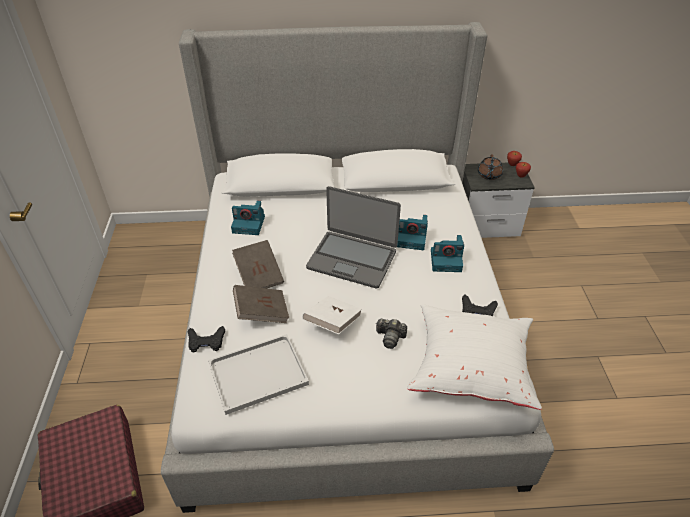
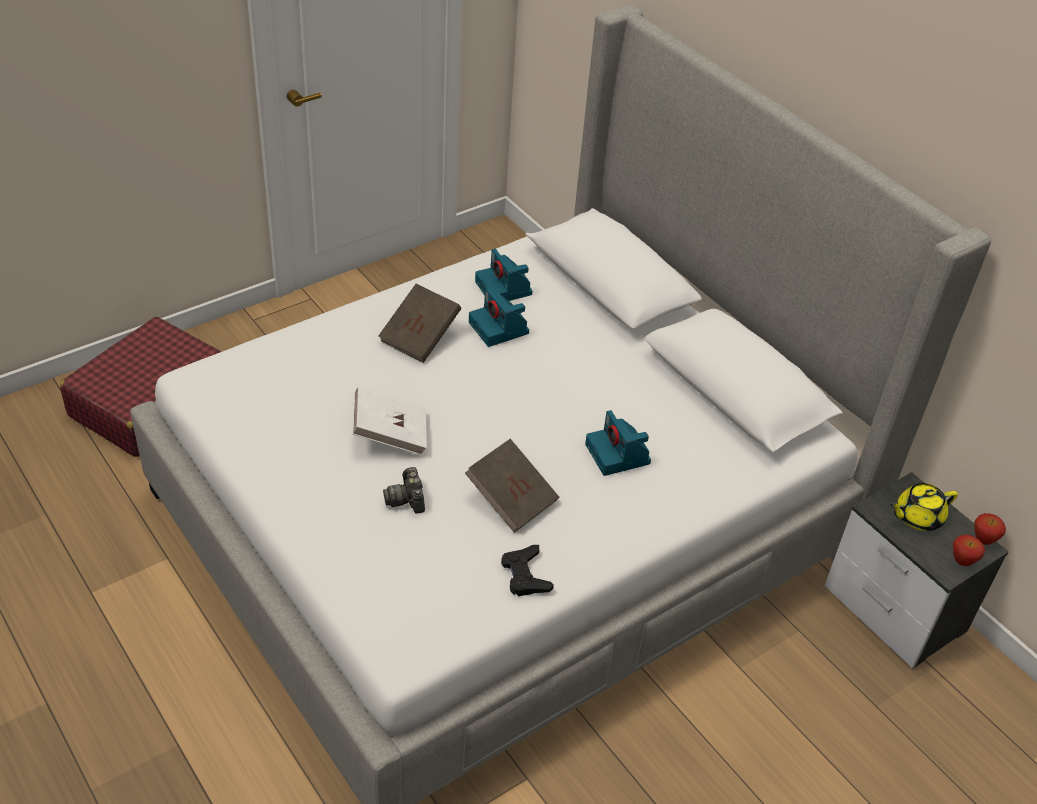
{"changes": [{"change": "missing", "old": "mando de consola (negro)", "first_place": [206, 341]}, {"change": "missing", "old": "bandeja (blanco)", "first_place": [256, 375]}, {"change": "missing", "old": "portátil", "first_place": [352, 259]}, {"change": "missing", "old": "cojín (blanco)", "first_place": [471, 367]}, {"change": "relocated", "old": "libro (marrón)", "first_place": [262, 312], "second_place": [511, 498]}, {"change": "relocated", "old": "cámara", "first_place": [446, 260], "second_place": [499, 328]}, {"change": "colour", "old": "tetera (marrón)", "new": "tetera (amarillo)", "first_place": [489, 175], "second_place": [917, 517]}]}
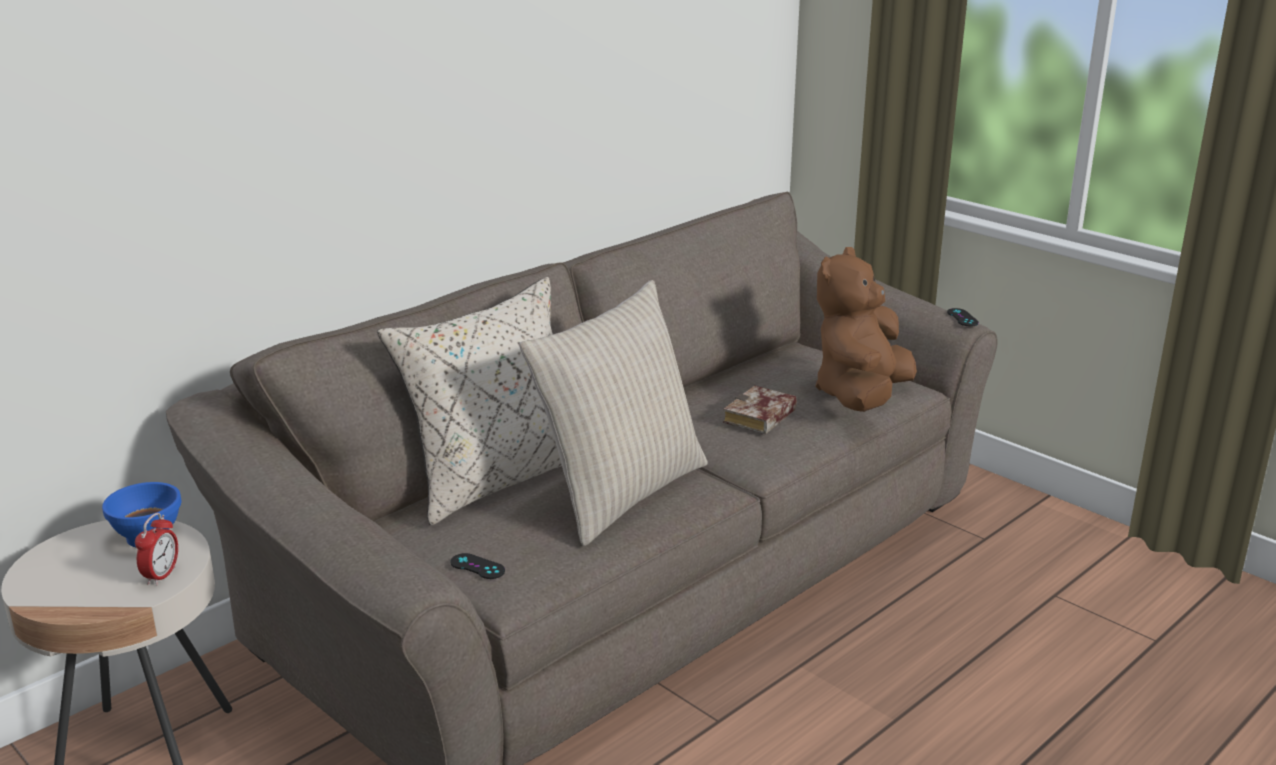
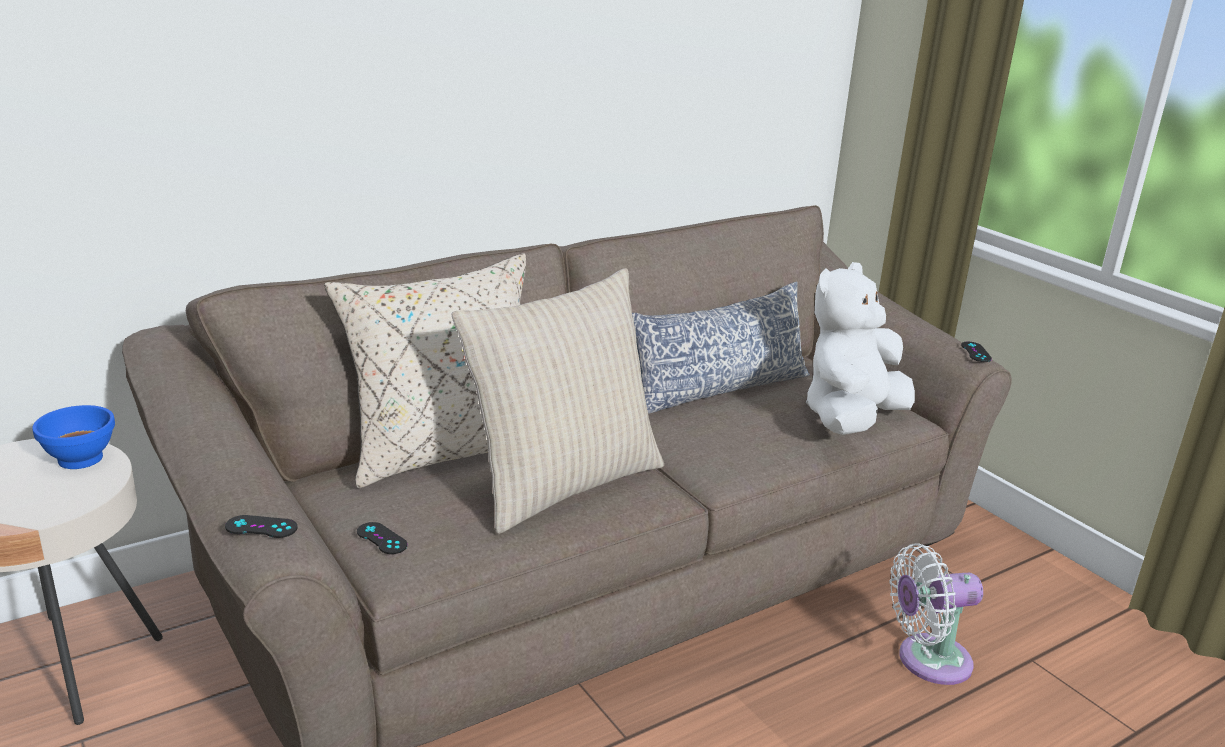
{"changes": [{"change": "missing", "old": "despertador", "first_place": [161, 575]}, {"change": "missing", "old": "libro", "first_place": [760, 418]}, {"change": "appeared", "new": "mando de consola (negro)", "second_place": [261, 527]}, {"change": "appeared", "new": "cojín", "second_place": [718, 389]}, {"change": "appeared", "new": "ventilador (blanco)", "second_place": [927, 660]}, {"change": "colour", "old": "peluche (marrón)", "new": "peluche (blanco)", "first_place": [861, 397], "second_place": [851, 419]}]}
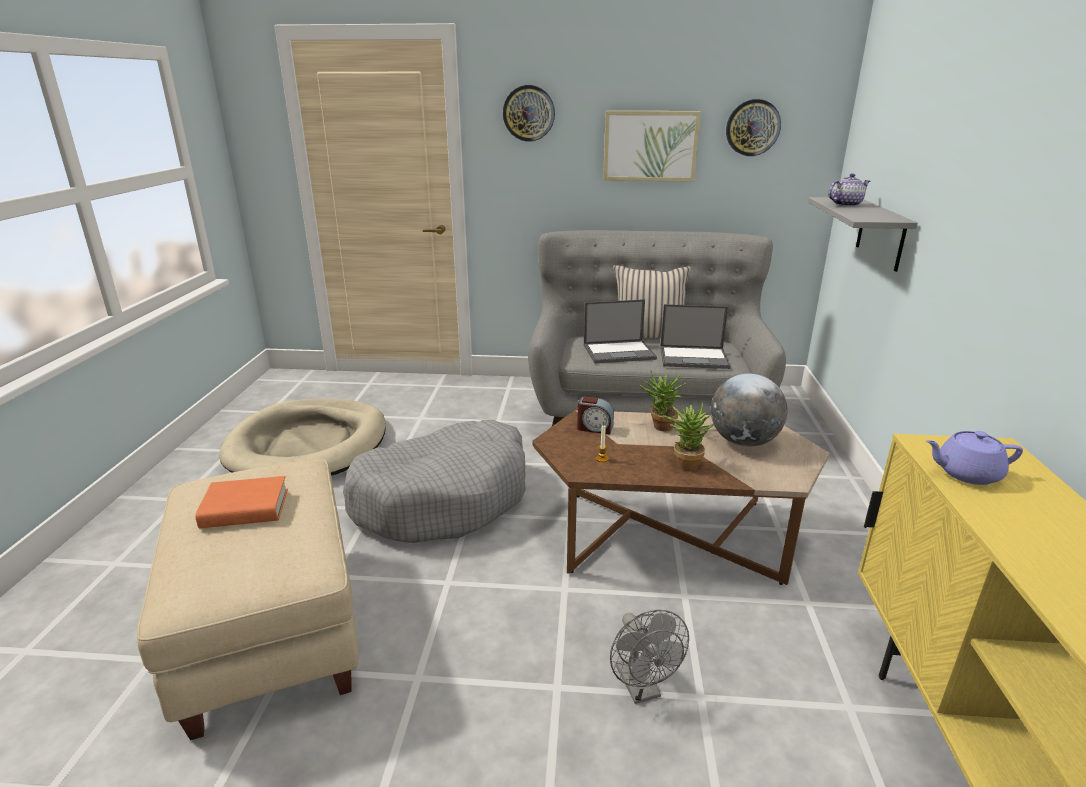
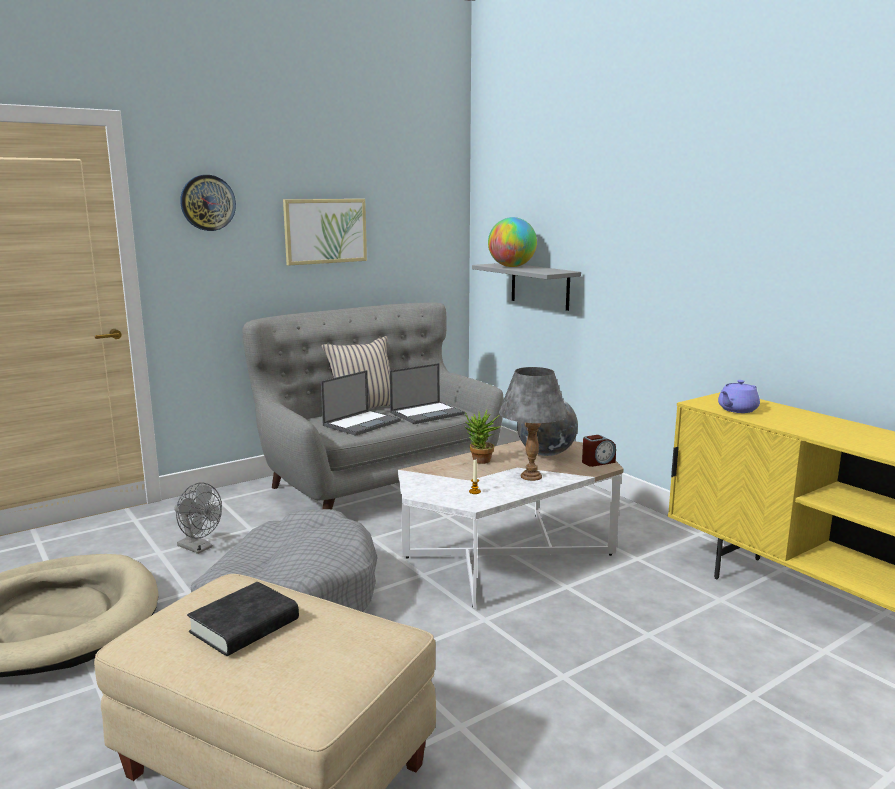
{"changes": [{"change": "missing", "old": "reloj de pared", "first_place": [752, 127]}, {"change": "relocated", "old": "despertador", "first_place": [594, 428], "second_place": [598, 462]}, {"change": "relocated", "old": "ventilador (gris)", "first_place": [642, 689], "second_place": [199, 548]}, {"change": "exchanged", "old": "planta en maceta", "new": "lámpara de mesa (gris)", "first_place": [684, 462], "second_place": [531, 476]}, {"change": "exchanged", "old": "tetera", "new": "globo terráqueo", "first_place": [846, 205], "second_place": [511, 266]}, {"change": "colour", "old": "libro (naranja)", "new": "libro (negro)", "first_place": [245, 509], "second_place": [244, 626]}, {"change": "colour", "old": "mesa de centro (marrón)", "new": "mesa de centro (blanco)", "first_place": [669, 535], "second_place": [508, 556]}]}
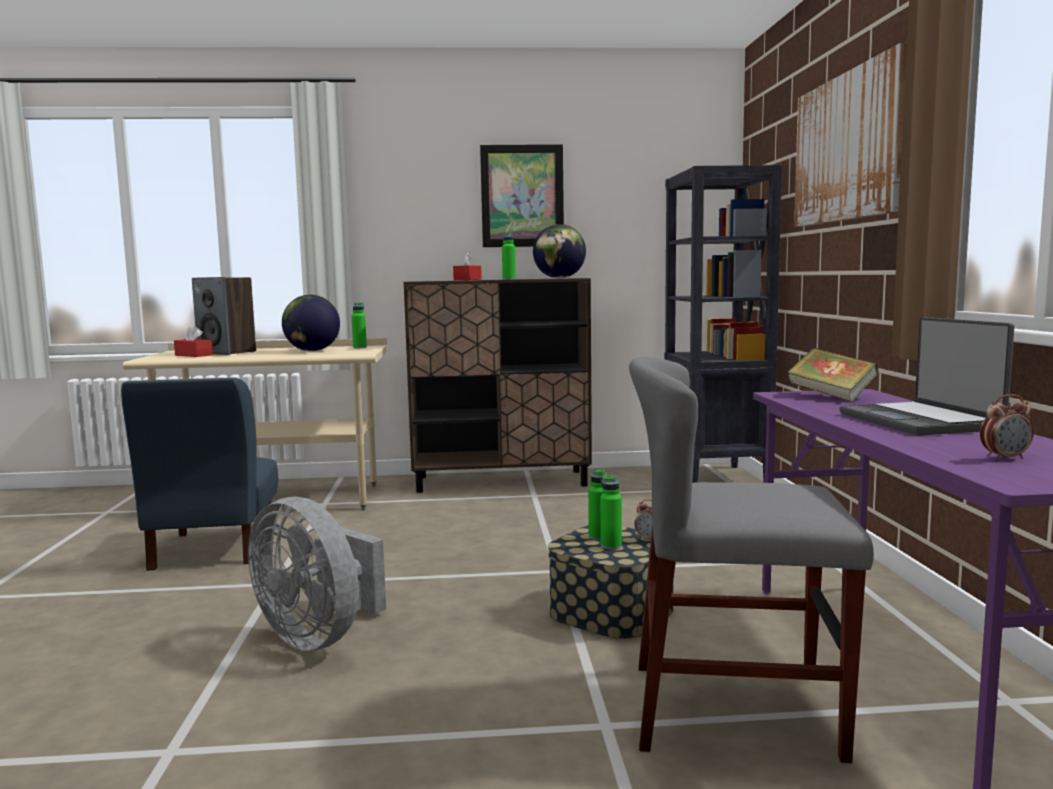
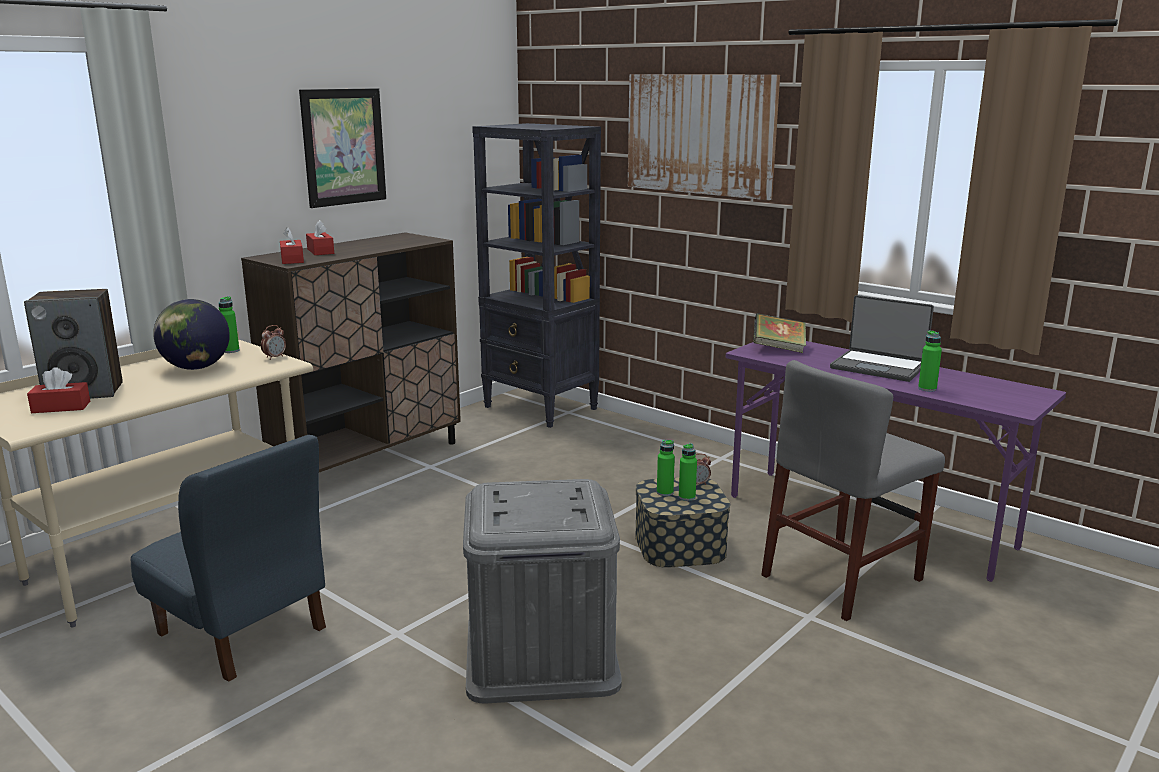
{"changes": [{"change": "missing", "old": "globo terráqueo", "first_place": [559, 278]}, {"change": "appeared", "new": "caja de pañuelos (rojo)", "second_place": [292, 260]}, {"change": "relocated", "old": "botella (verde)", "first_place": [509, 279], "second_place": [927, 388]}, {"change": "relocated", "old": "despertador", "first_place": [1005, 458], "second_place": [275, 357]}, {"change": "exchanged", "old": "ventilador (gris)", "new": "caja de almacenaje (gris)", "first_place": [319, 636], "second_place": [541, 653]}]}
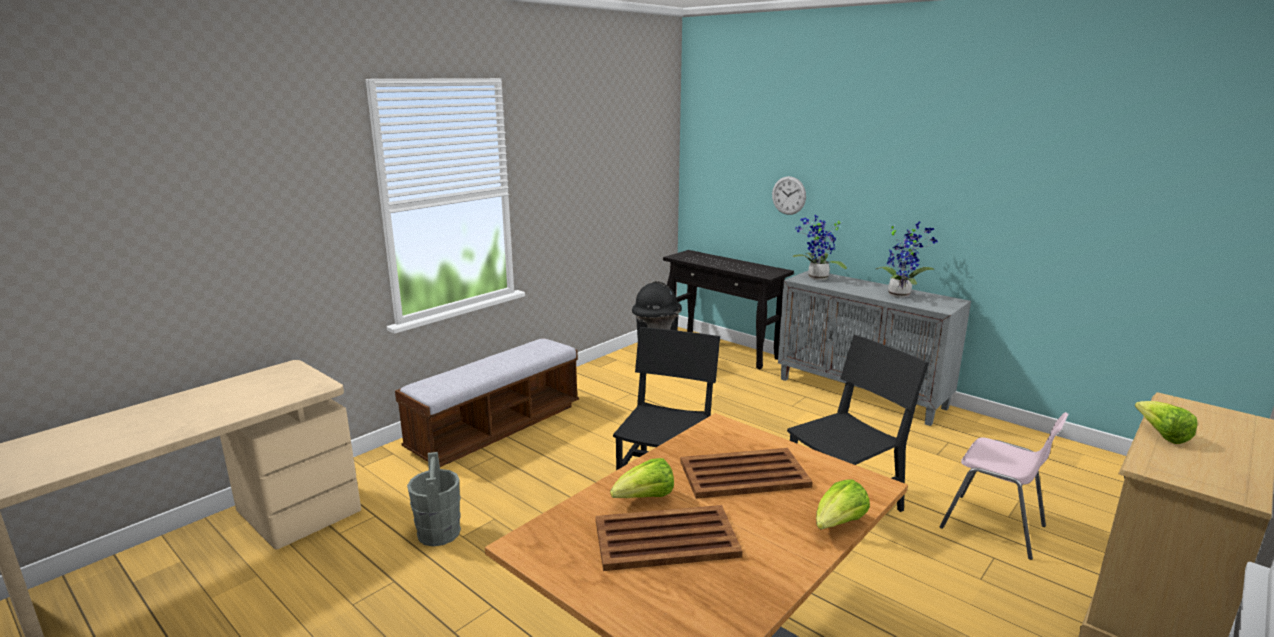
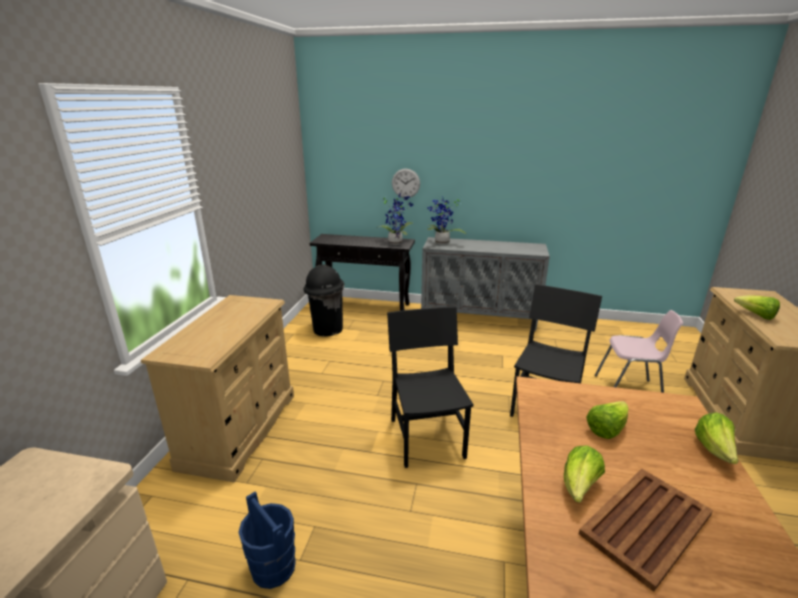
{"changes": [{"change": "relocated", "old": "planta en maceta", "first_place": [901, 295], "second_place": [396, 242]}, {"change": "exchanged", "old": "banco", "new": "cómoda (beis)", "first_place": [497, 428], "second_place": [240, 429]}, {"change": "exchanged", "old": "bandeja (marrón)", "new": "lechuga", "first_place": [742, 474], "second_place": [606, 429]}, {"change": "colour", "old": "cubo (gris)", "new": "cubo (azul)", "first_place": [439, 532], "second_place": [273, 567]}]}
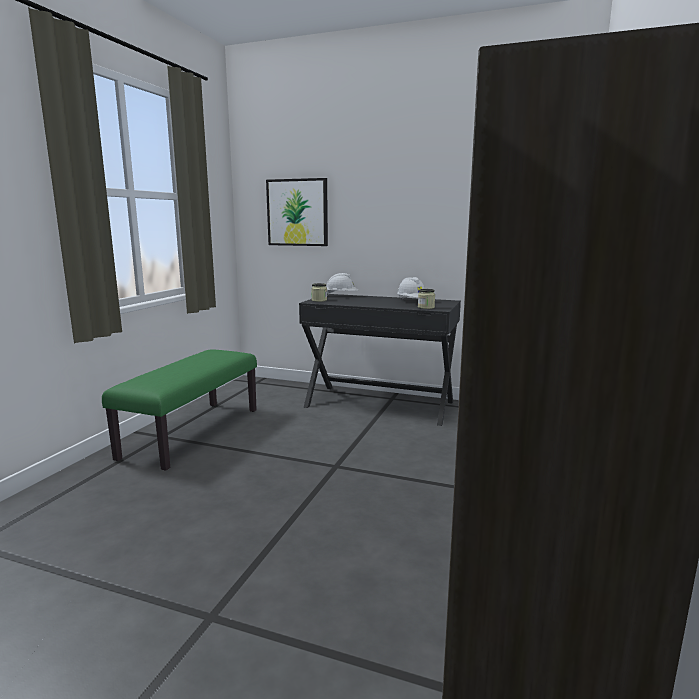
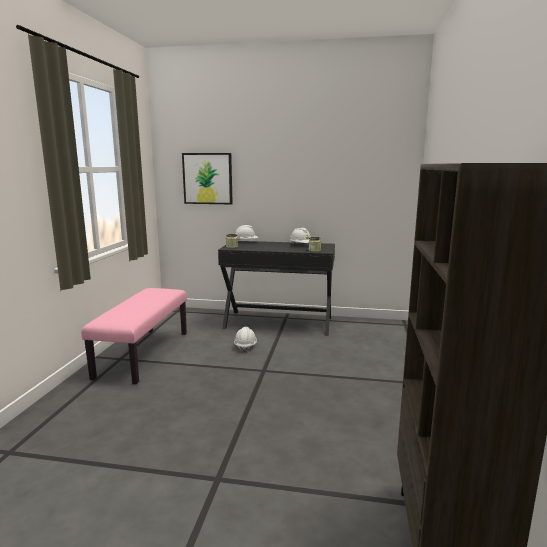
{"changes": [{"change": "appeared", "new": "casco (blanco)", "second_place": [245, 346]}, {"change": "colour", "old": "banco (verde)", "new": "banco (rosa)", "first_place": [192, 432], "second_place": [143, 354]}]}
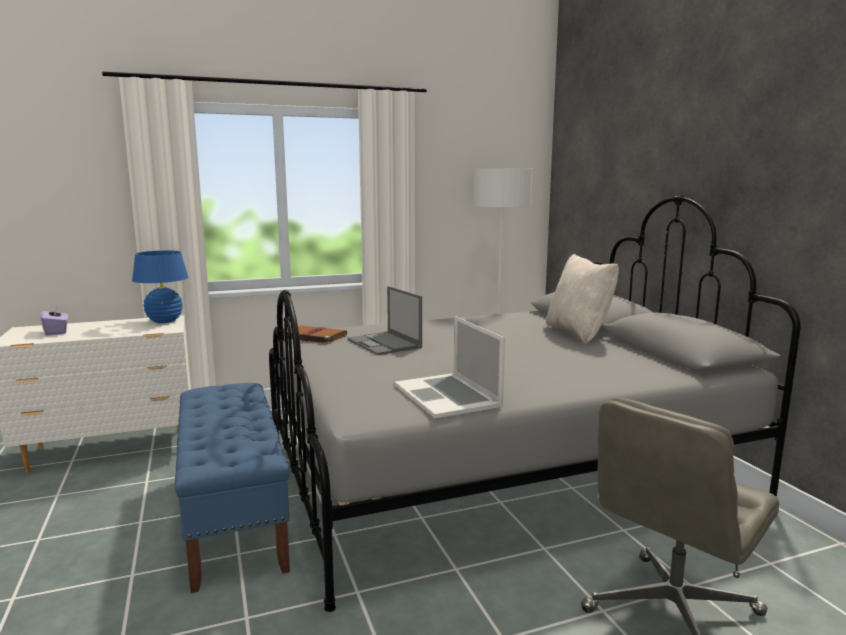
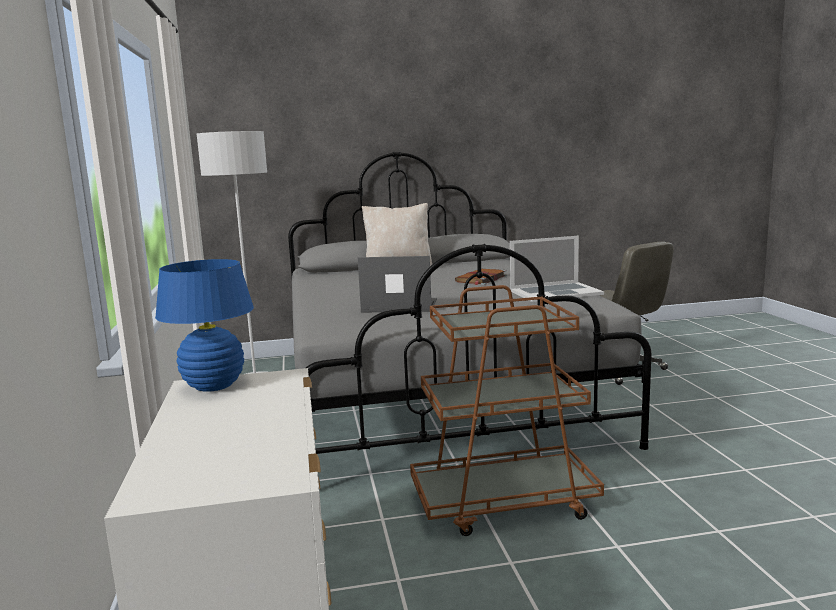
{"changes": [{"change": "missing", "old": "caja de pañuelos (morado)", "first_place": [56, 332]}, {"change": "relocated", "old": "libro (marrón)", "first_place": [314, 336], "second_place": [481, 279]}, {"change": "exchanged", "old": "banco (azul)", "new": "carrito (marrón)", "first_place": [234, 516], "second_place": [504, 502]}, {"change": "spun", "old": "portátil", "first_place": [384, 344], "second_place": [398, 306], "degrees": -150}]}
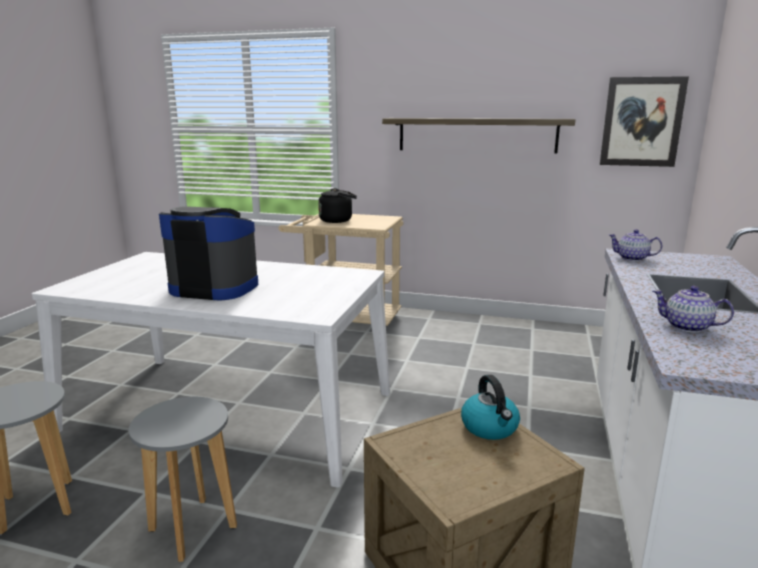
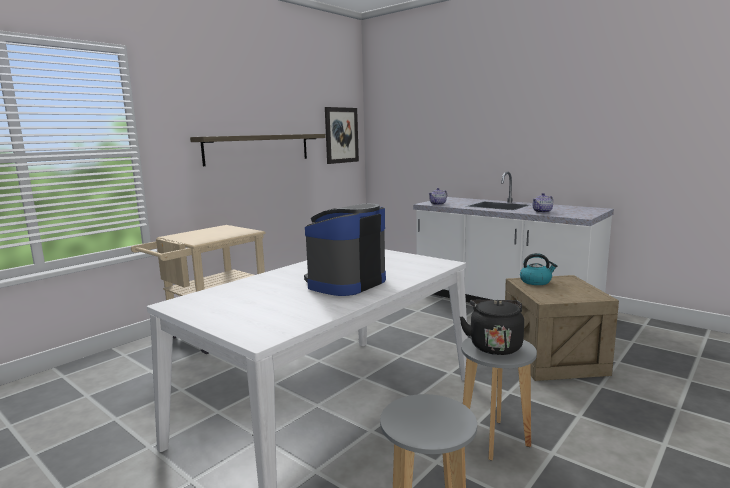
{"changes": [{"change": "relocated", "old": "hervidor (negro)", "first_place": [338, 220], "second_place": [494, 345]}]}
